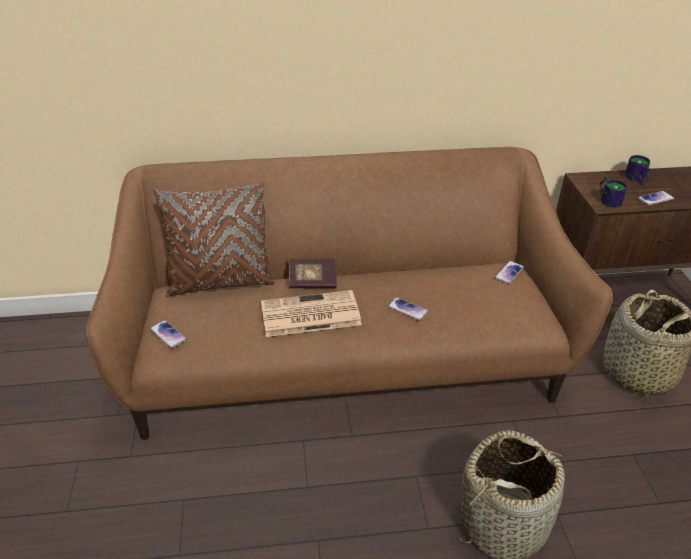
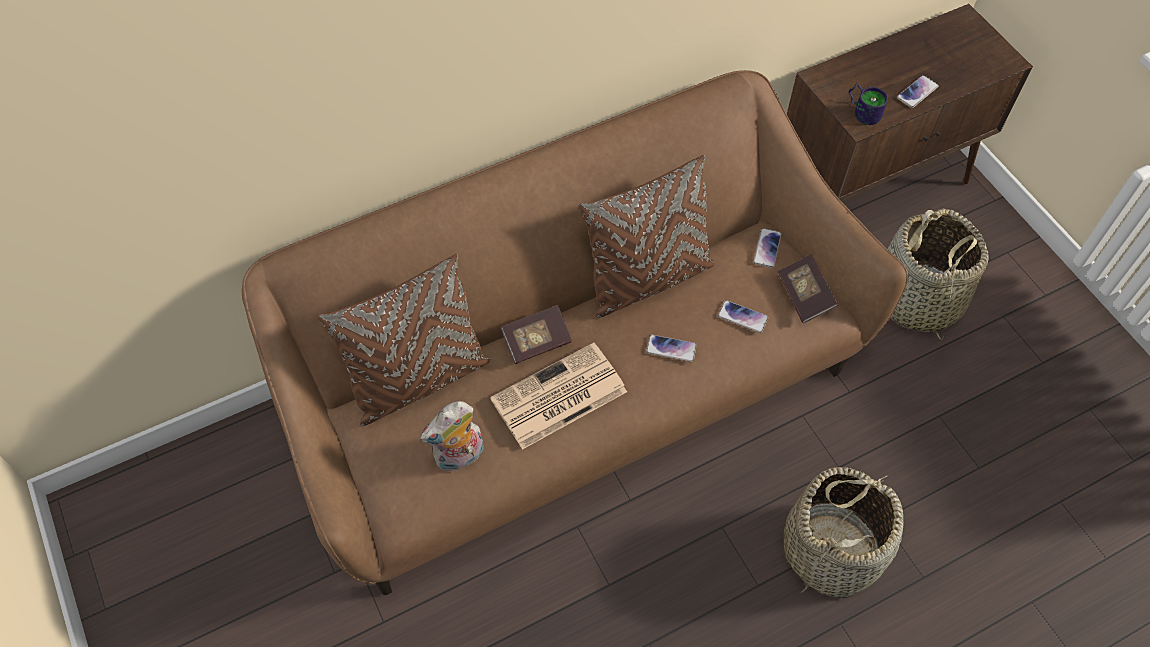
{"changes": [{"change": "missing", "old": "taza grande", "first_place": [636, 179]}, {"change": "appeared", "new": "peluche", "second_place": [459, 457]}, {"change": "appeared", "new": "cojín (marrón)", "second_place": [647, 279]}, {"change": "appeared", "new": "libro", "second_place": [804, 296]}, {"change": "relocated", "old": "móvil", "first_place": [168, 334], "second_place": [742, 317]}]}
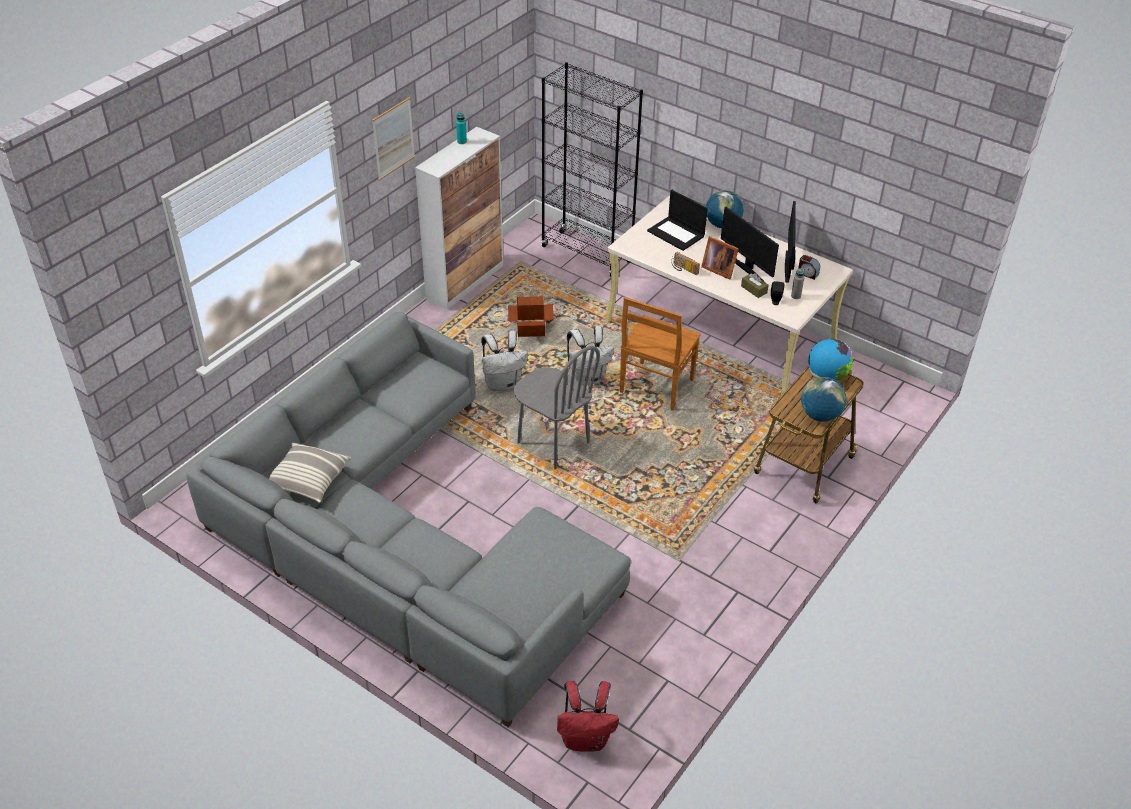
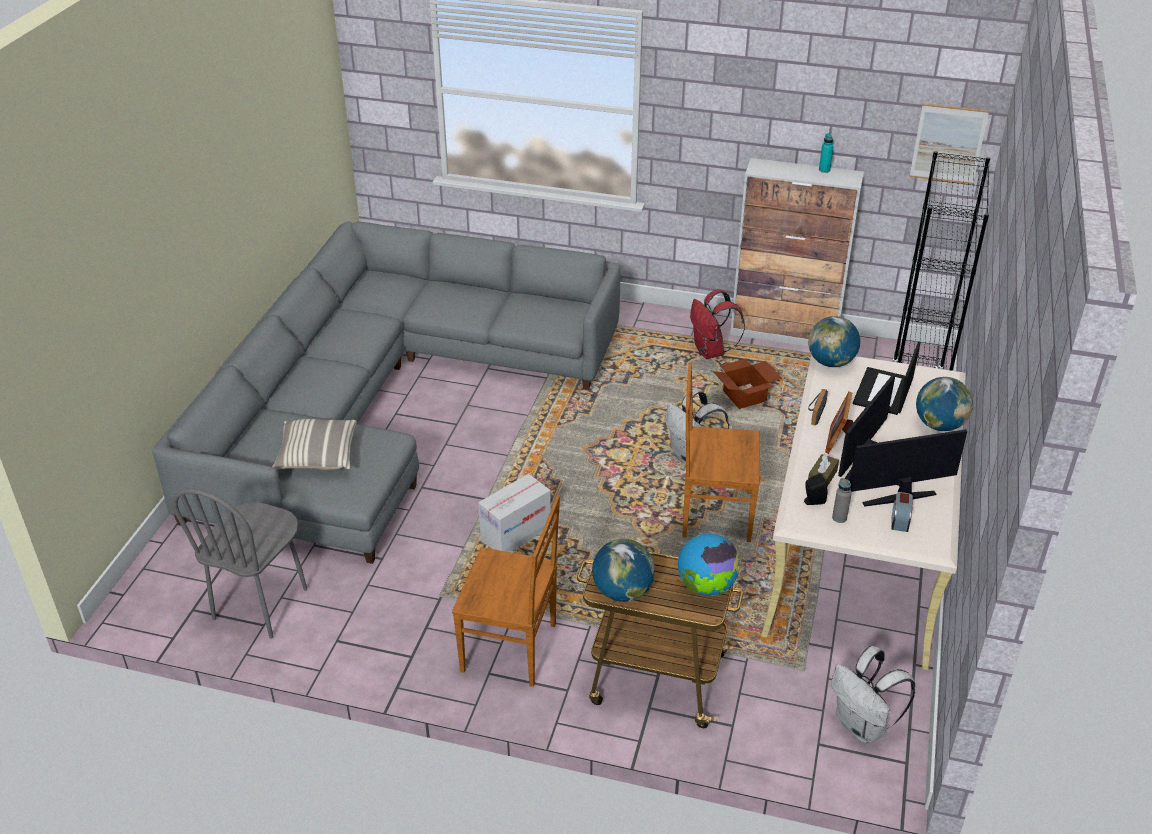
{"changes": [{"change": "appeared", "new": "silla (marrón)", "second_place": [512, 648]}, {"change": "appeared", "new": "caja de cartón", "second_place": [516, 534]}, {"change": "appeared", "new": "globo terráqueo", "second_place": [831, 362]}, {"change": "relocated", "old": "cojín", "first_place": [308, 480], "second_place": [317, 456]}, {"change": "relocated", "old": "cuadro", "first_place": [393, 138], "second_place": [948, 144]}, {"change": "relocated", "old": "mochila (blanco)", "first_place": [503, 383], "second_place": [863, 726]}, {"change": "relocated", "old": "silla (gris)", "first_place": [553, 443], "second_place": [261, 604]}, {"change": "relocated", "old": "mochila (rojo)", "first_place": [586, 739], "second_place": [711, 351]}]}
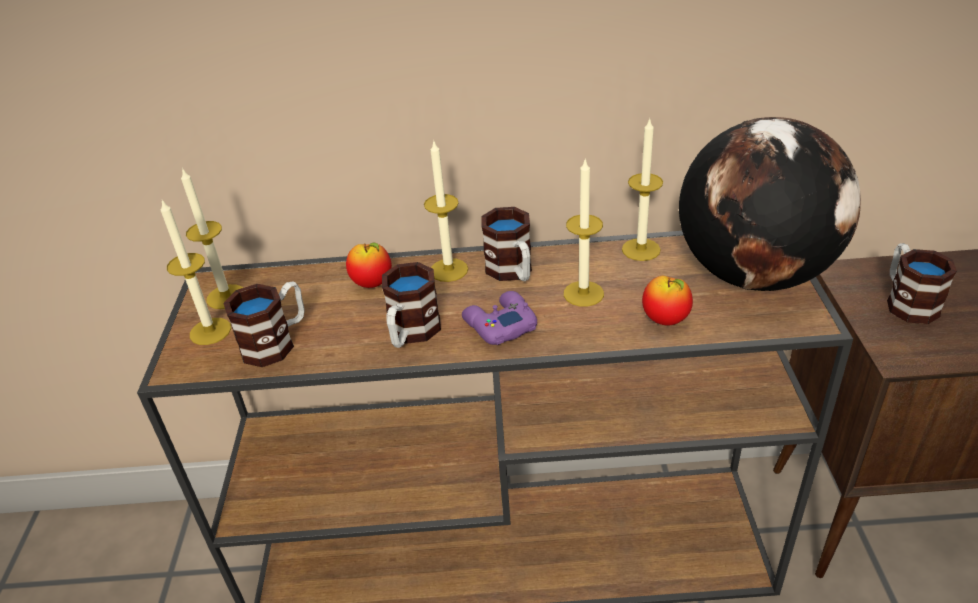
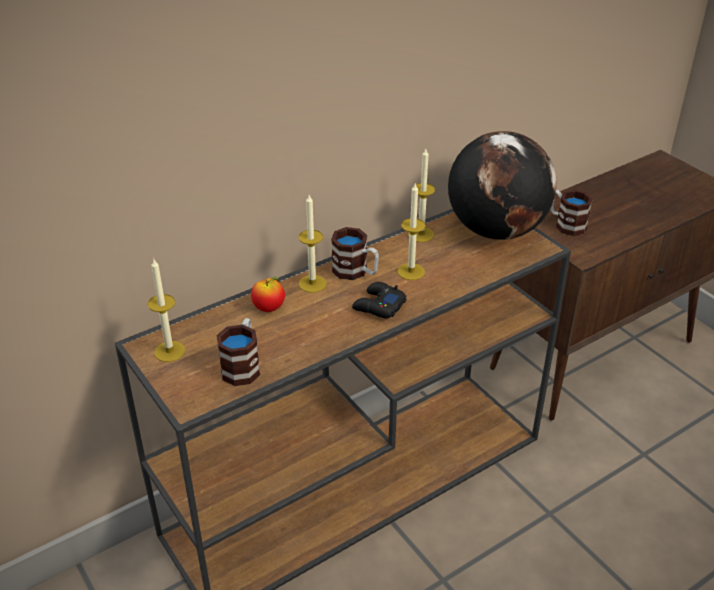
{"changes": [{"change": "missing", "old": "vela", "first_place": [210, 331]}, {"change": "missing", "old": "taza grande", "first_place": [411, 333]}, {"change": "missing", "old": "manzana", "first_place": [665, 320]}, {"change": "colour", "old": "mando de consola (morado)", "new": "mando de consola (negro)", "first_place": [499, 325], "second_place": [378, 306]}]}
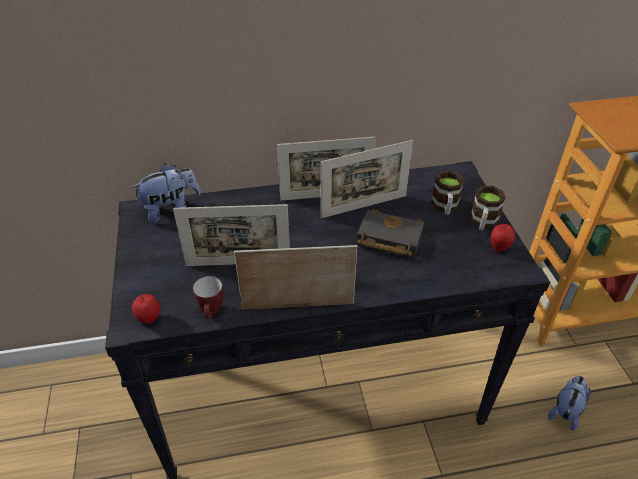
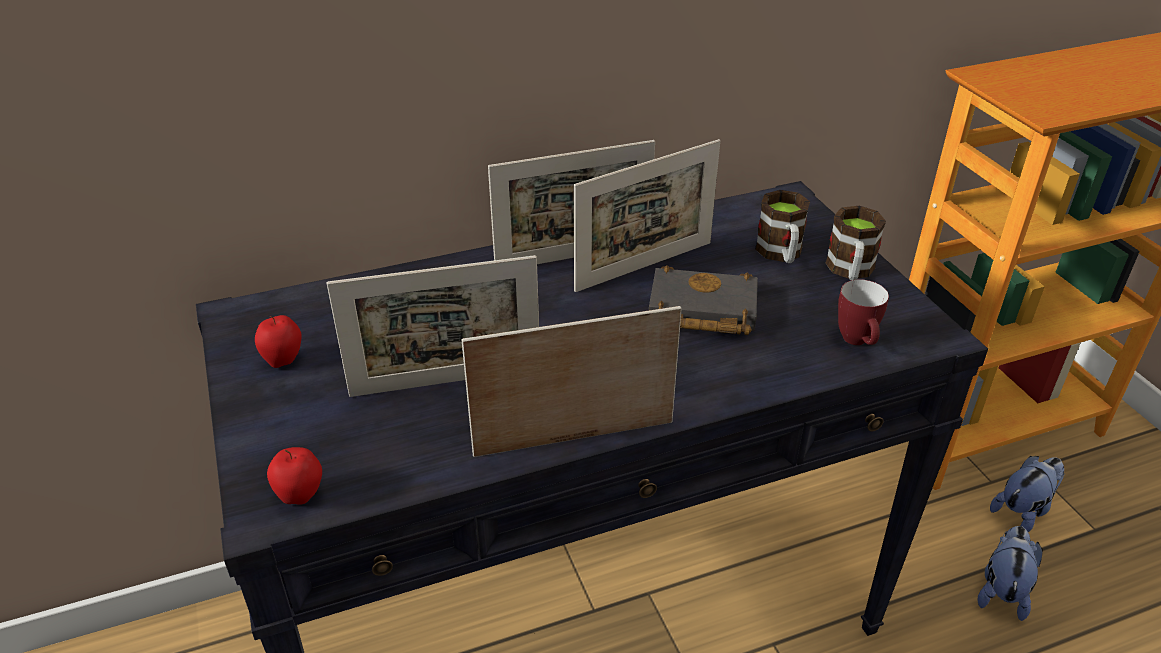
{"changes": [{"change": "relocated", "old": "peluche", "first_place": [171, 209], "second_place": [1023, 511]}, {"change": "relocated", "old": "taza grande", "first_place": [212, 313], "second_place": [858, 342]}, {"change": "relocated", "old": "manzana", "first_place": [499, 247], "second_place": [284, 361]}]}
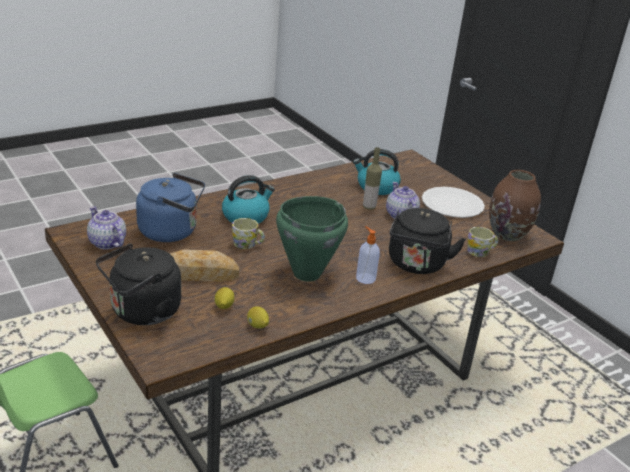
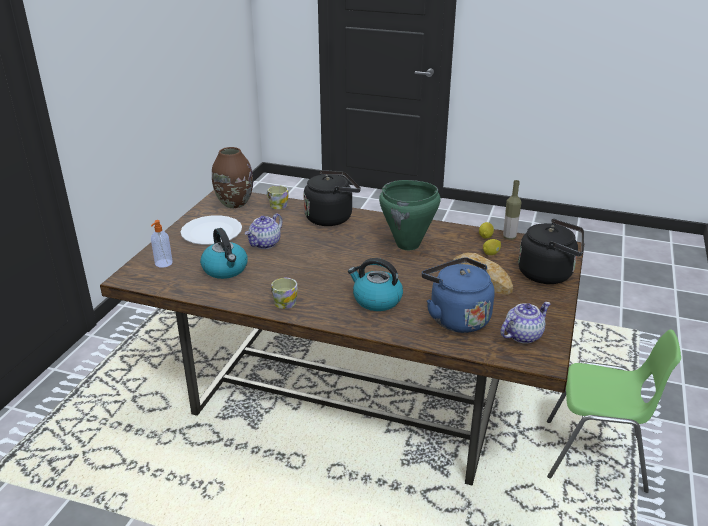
{"changes": [{"change": "relocated", "old": "taza grande", "first_place": [248, 244], "second_place": [284, 301]}, {"change": "relocated", "old": "dispensador de jabón", "first_place": [365, 278], "second_place": [163, 263]}, {"change": "relocated", "old": "botella", "first_place": [369, 207], "second_place": [509, 237]}, {"change": "spun", "old": "tetera", "first_place": [106, 242], "second_place": [523, 335], "degrees": -135}]}
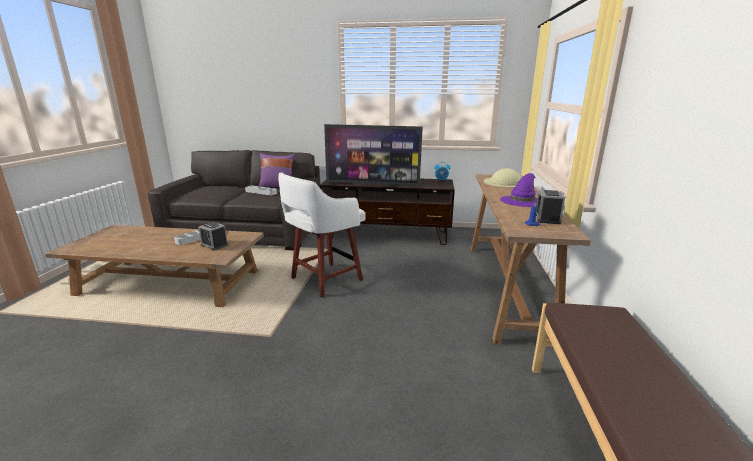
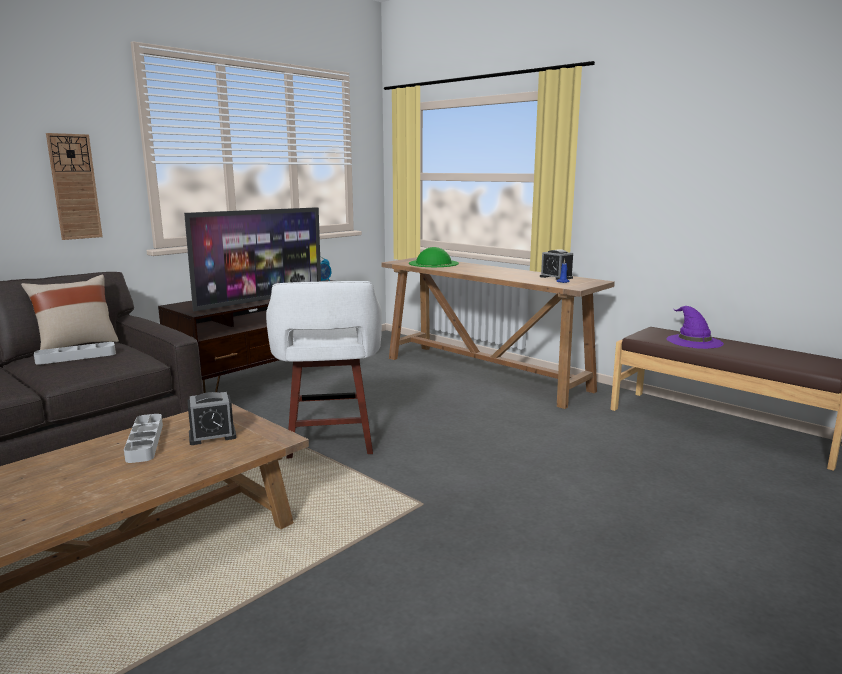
{"changes": [{"change": "appeared", "new": "reloj de pared", "second_place": [74, 187]}, {"change": "relocated", "old": "sombrero (morado)", "first_place": [522, 200], "second_place": [693, 341]}, {"change": "colour", "old": "cojín (morado)", "new": "cojín (beis)", "first_place": [277, 187], "second_place": [77, 345]}, {"change": "colour", "old": "sombrero (beis)", "new": "sombrero (verde)", "first_place": [505, 182], "second_place": [433, 263]}]}
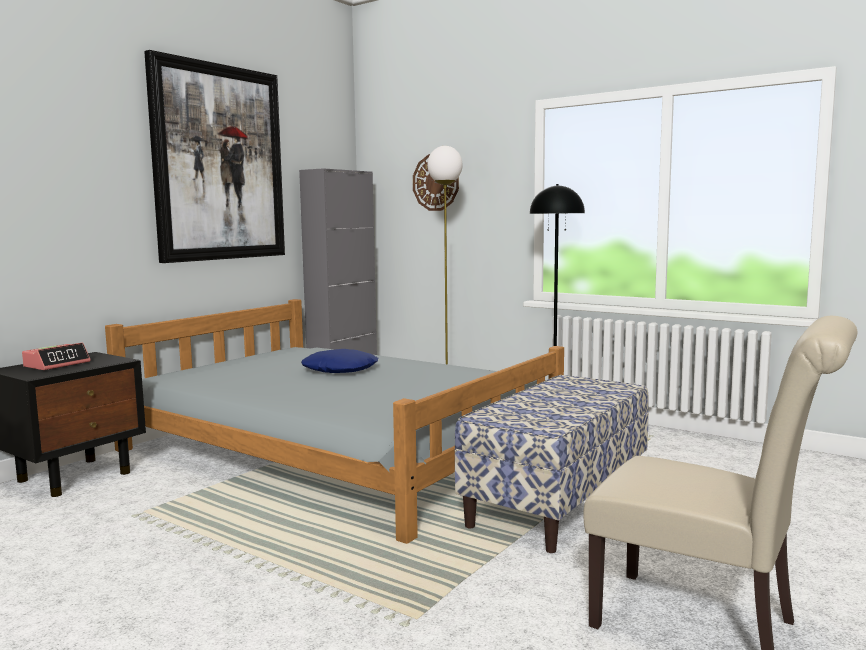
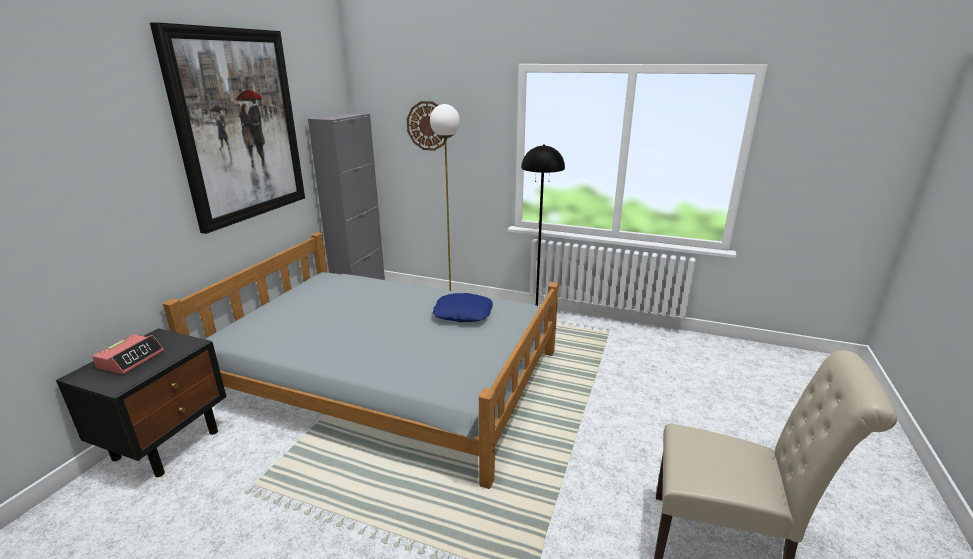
{"changes": [{"change": "missing", "old": "banco", "first_place": [557, 501]}, {"change": "relocated", "old": "cojín (azul)", "first_place": [340, 369], "second_place": [463, 313]}]}
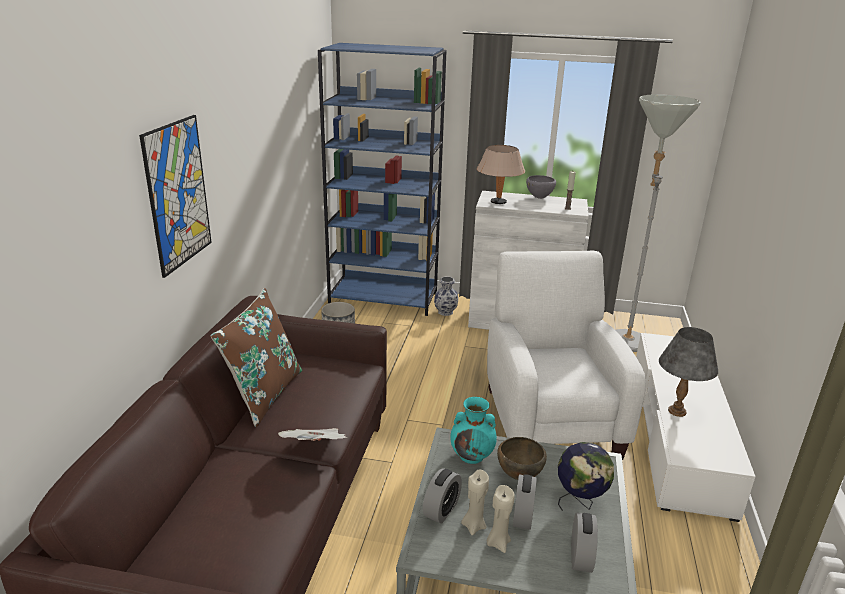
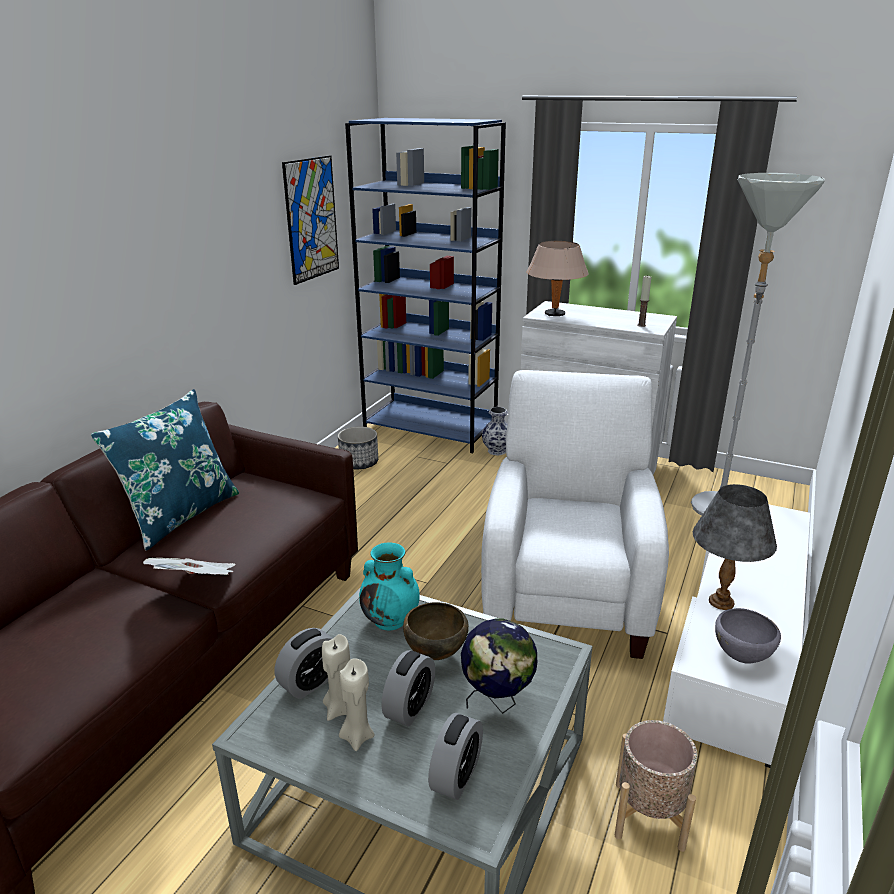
{"changes": [{"change": "appeared", "new": "maceta (beis)", "second_place": [649, 814]}, {"change": "relocated", "old": "cuadro", "first_place": [178, 194], "second_place": [311, 219]}, {"change": "relocated", "old": "cuenco (gris)", "first_place": [539, 198], "second_place": [742, 657]}, {"change": "colour", "old": "cojín (marrón)", "new": "cojín (azul)", "first_place": [264, 394], "second_place": [180, 515]}]}
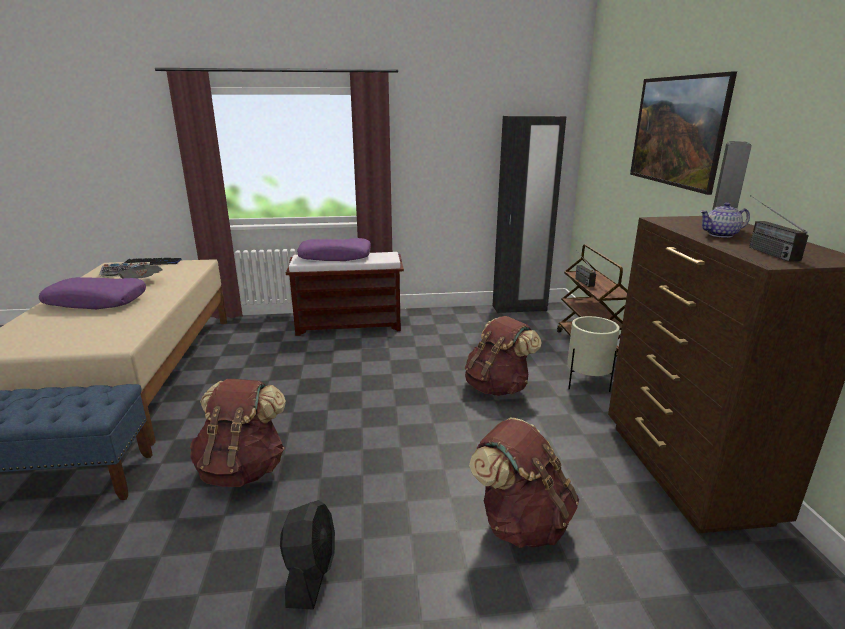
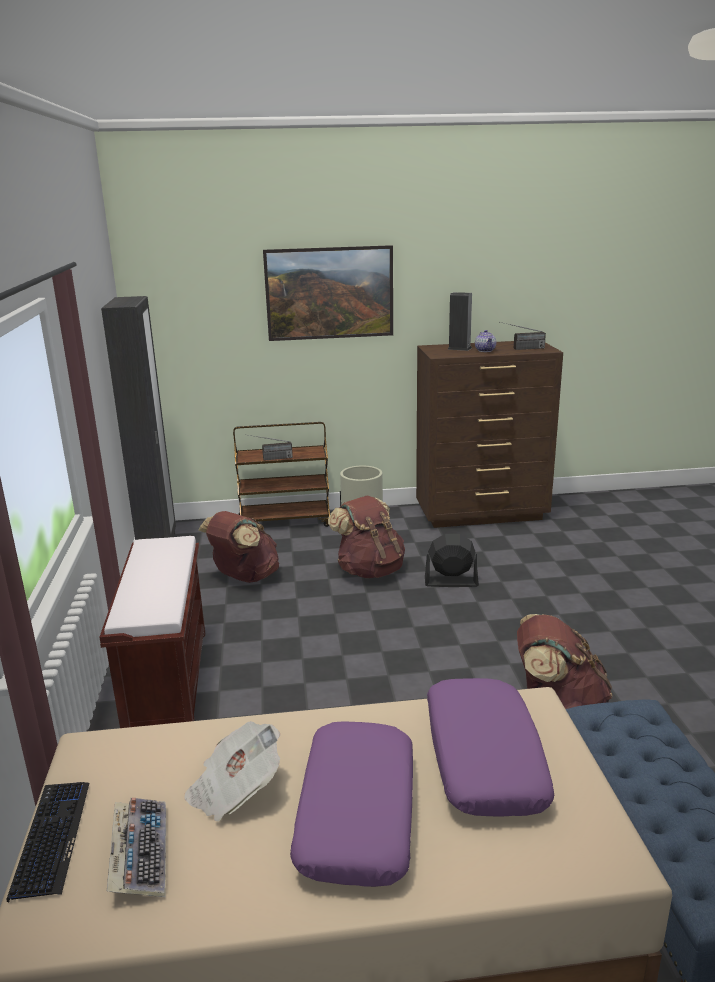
{"changes": [{"change": "relocated", "old": "ventilador (negro)", "first_place": [311, 573], "second_place": [451, 582]}, {"change": "relocated", "old": "cojín (morado)", "first_place": [335, 257], "second_place": [483, 758]}, {"change": "relocated", "old": "mochila (marrón)", "first_place": [521, 522], "second_place": [244, 577]}]}
